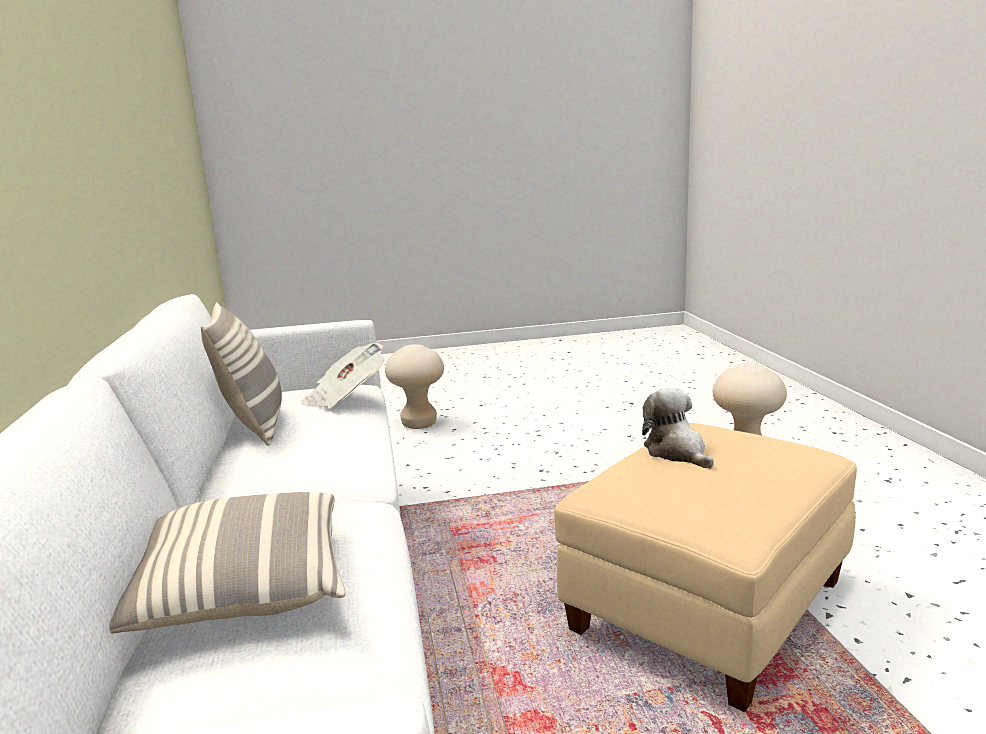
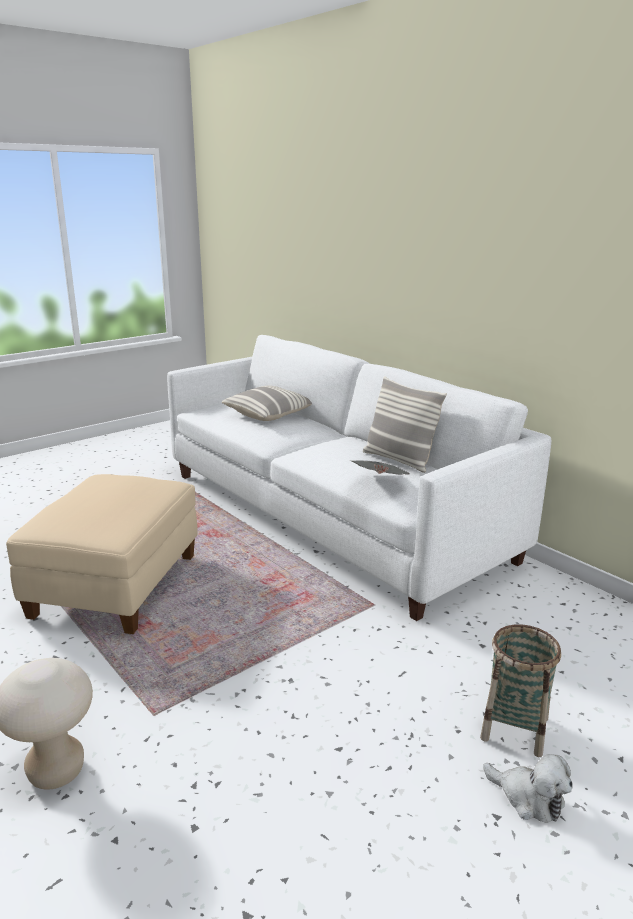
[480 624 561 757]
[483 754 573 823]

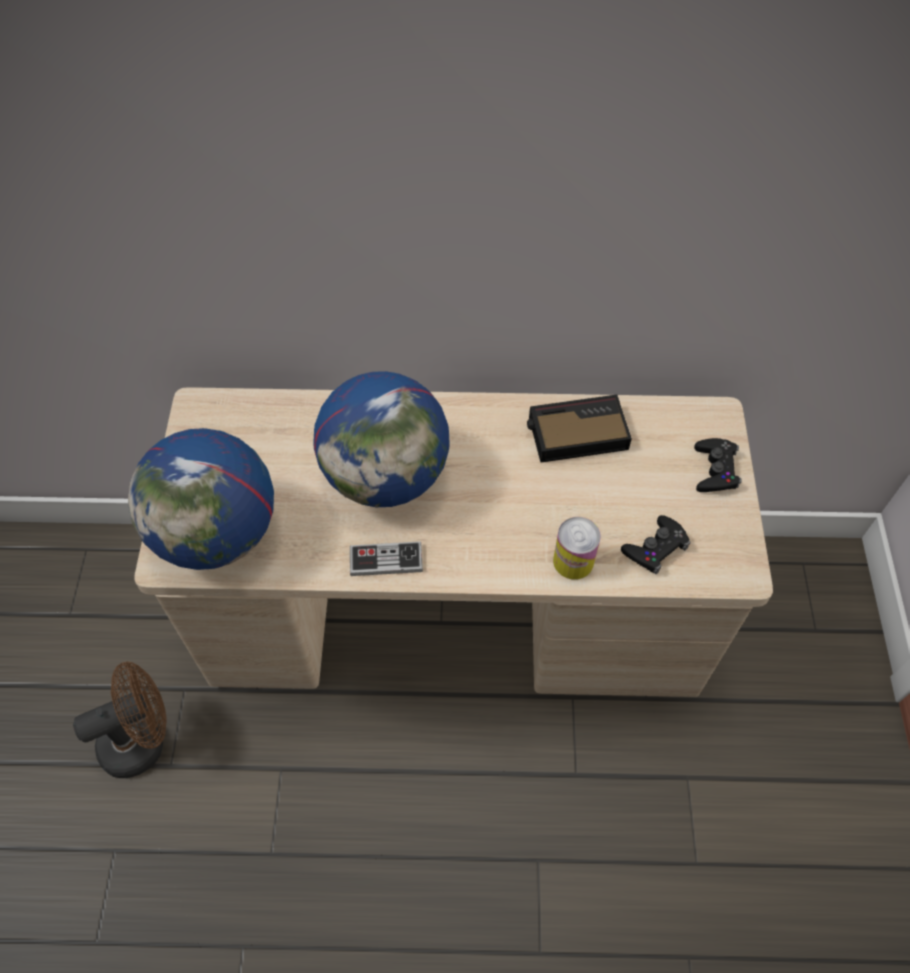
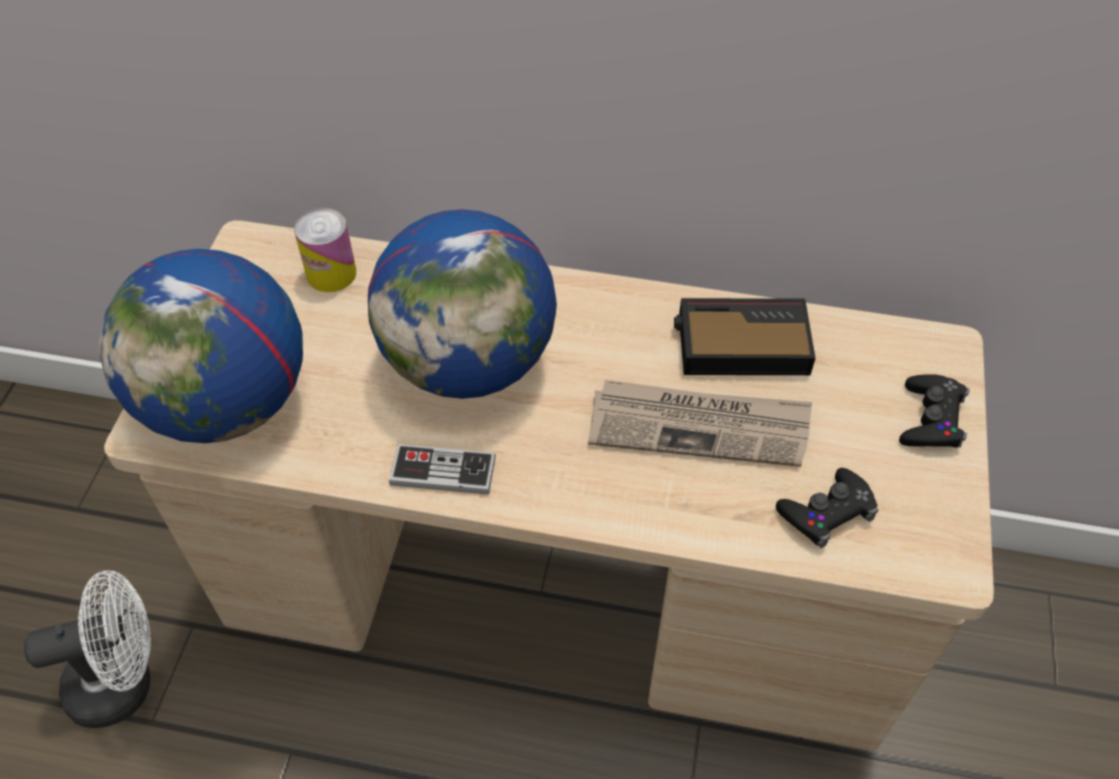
[24 571 151 728]
[294 208 356 292]
[588 380 812 467]

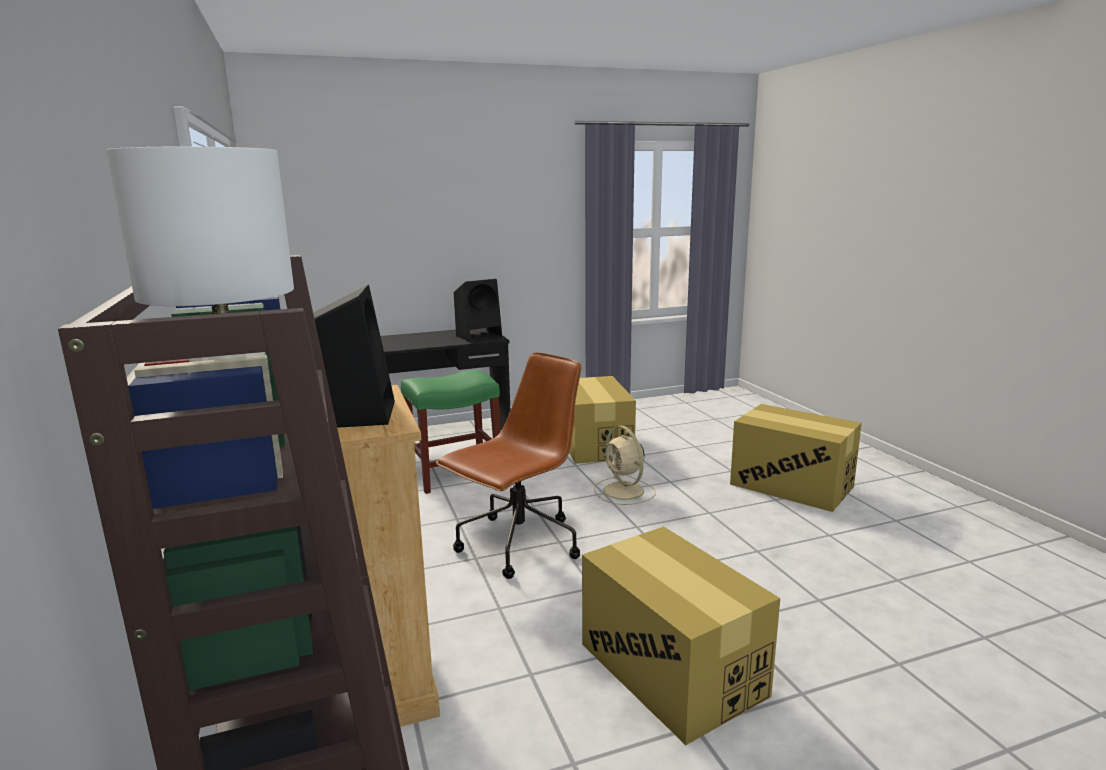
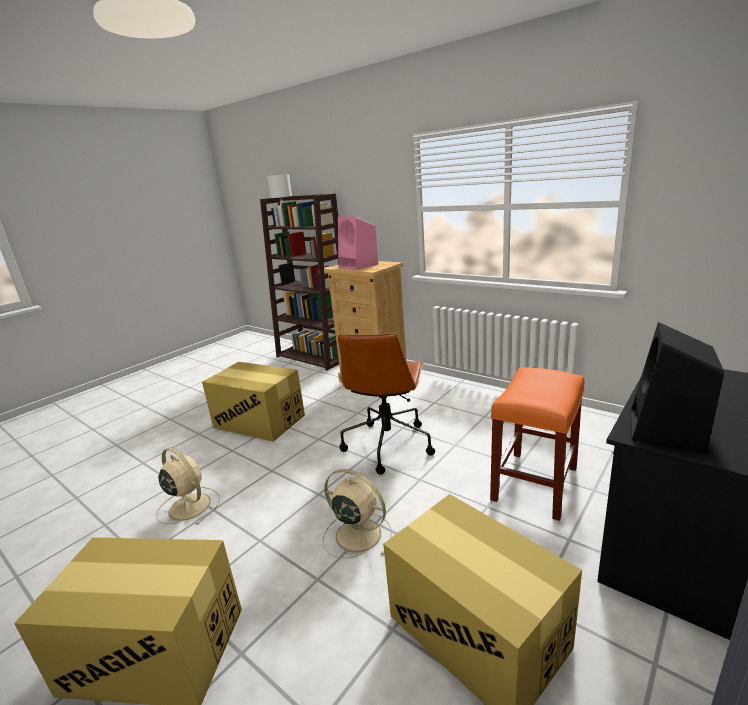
[338 216 378 270]
[490 367 585 521]
[156 447 220 525]

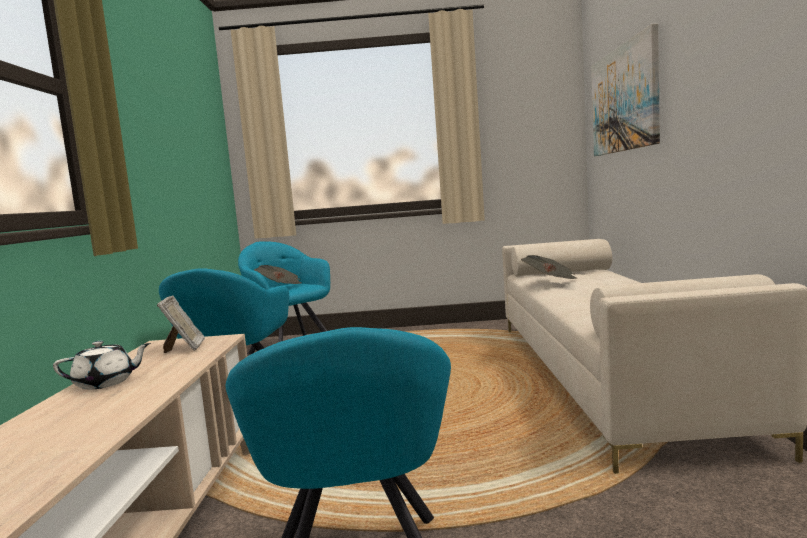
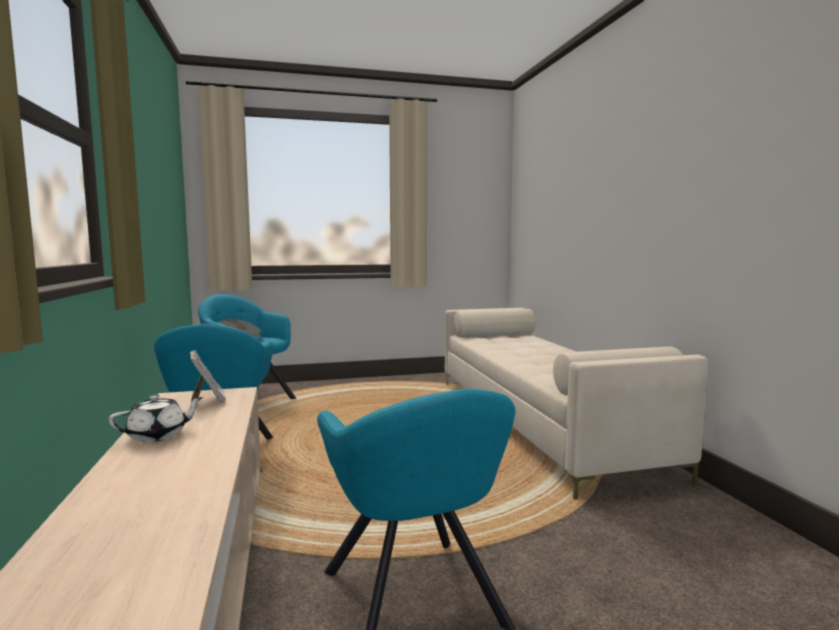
[521 255 577 279] (first image)
[591 23 660 156] (first image)

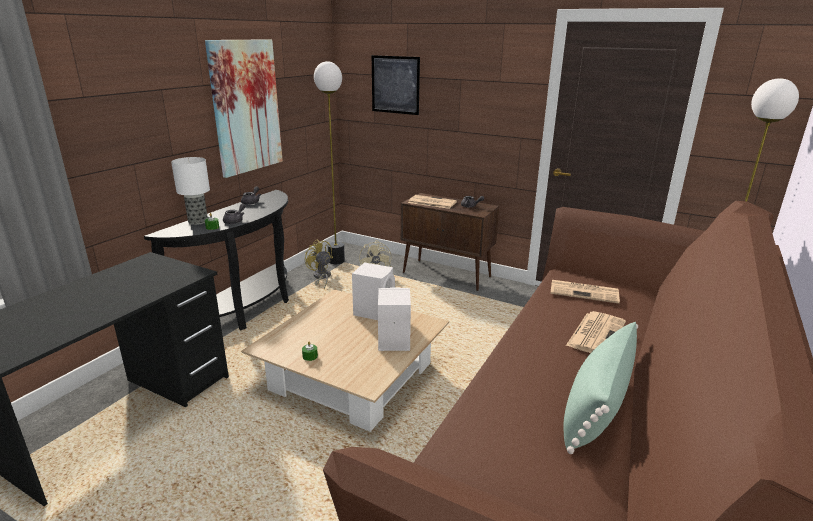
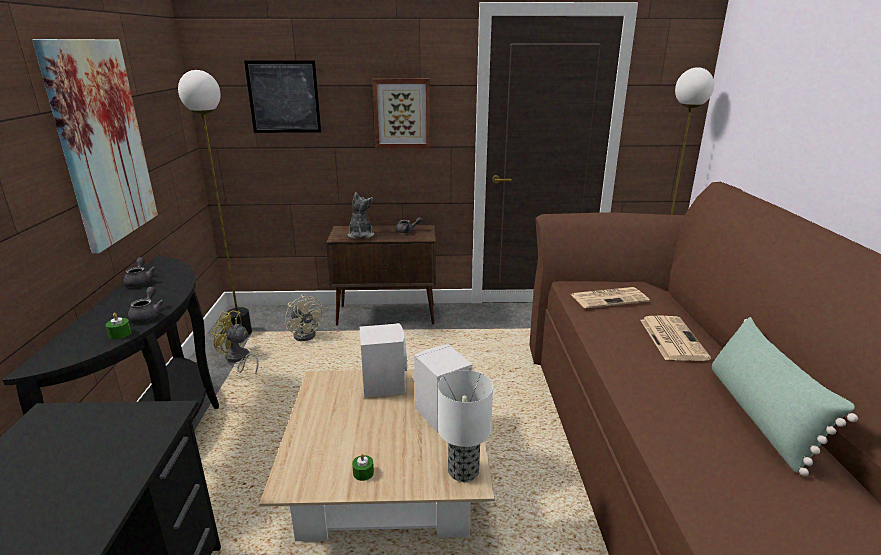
[438 370 493 482]
[347 192 374 238]
[372 79 430 148]

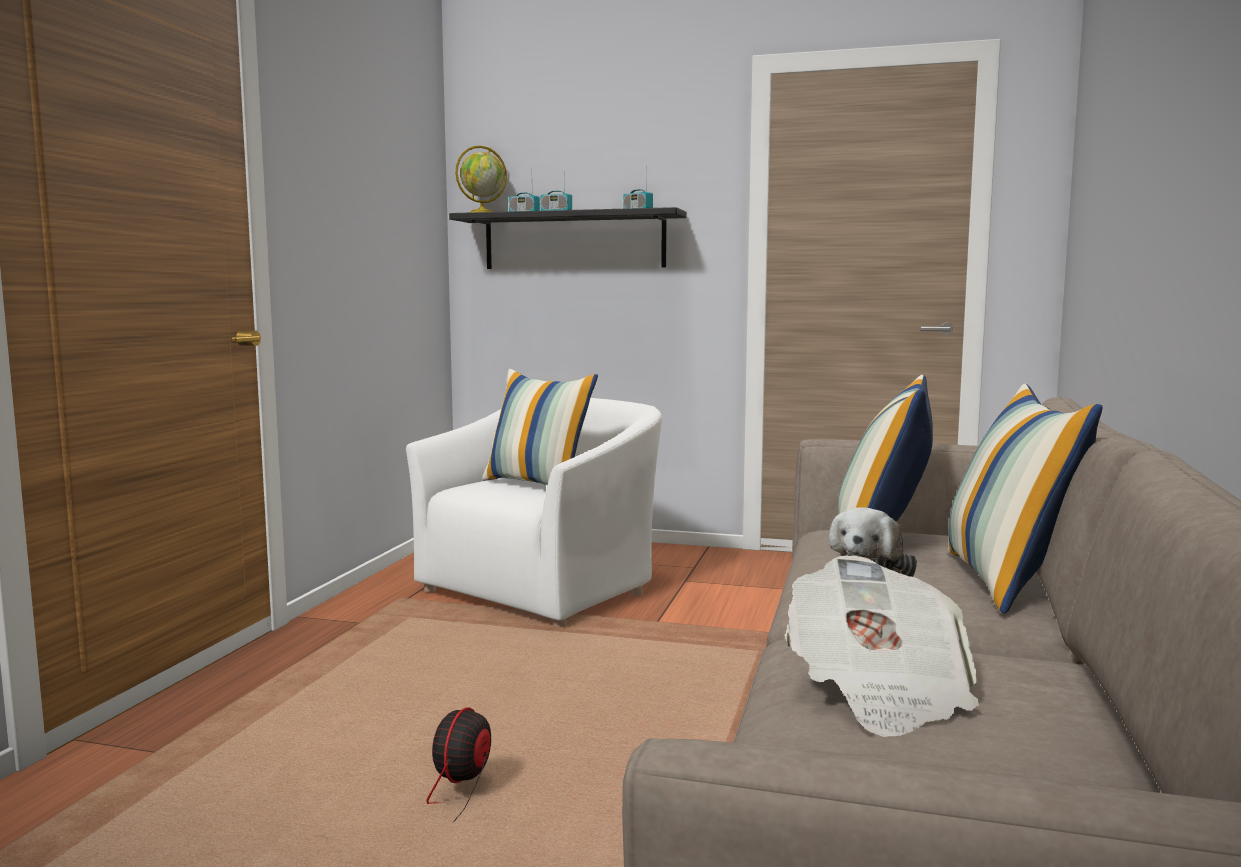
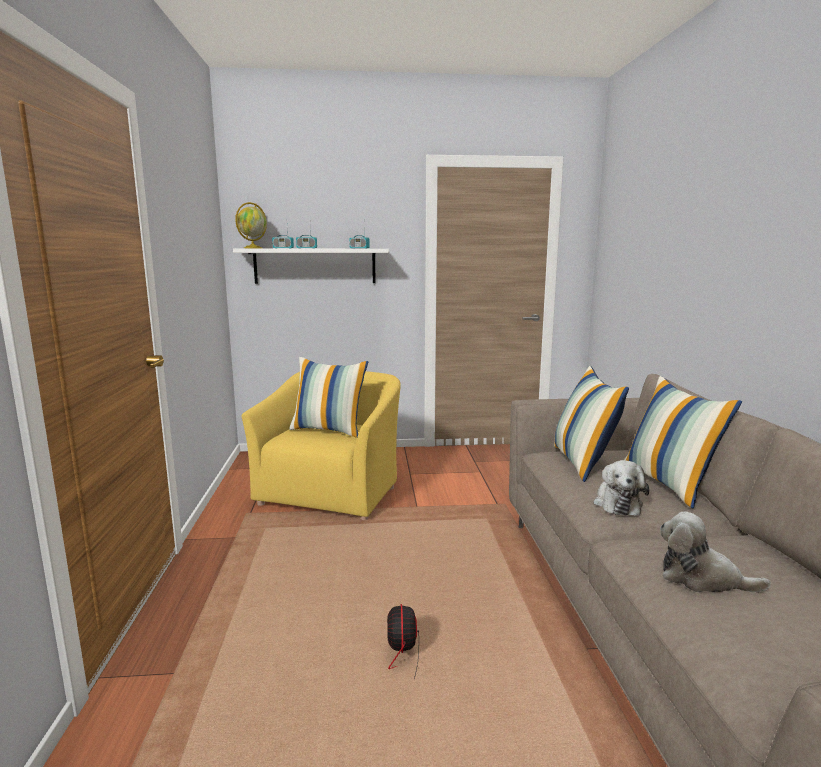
[241 371 401 520]
[233 249 389 284]
[660 512 771 592]

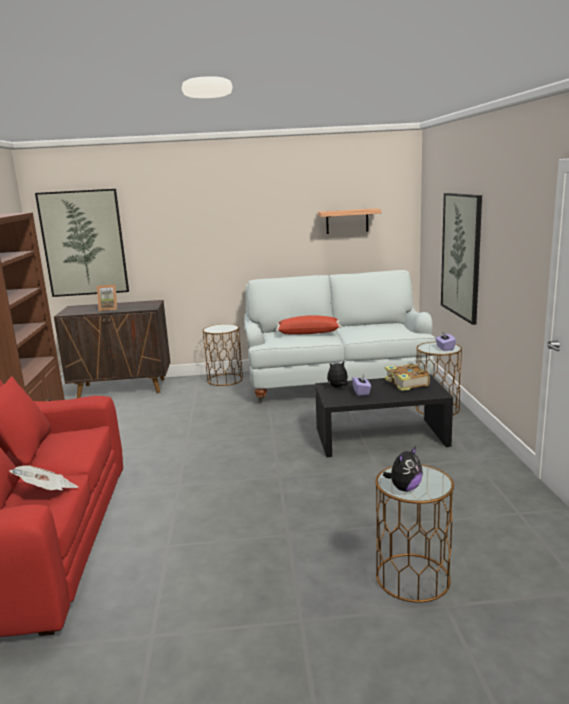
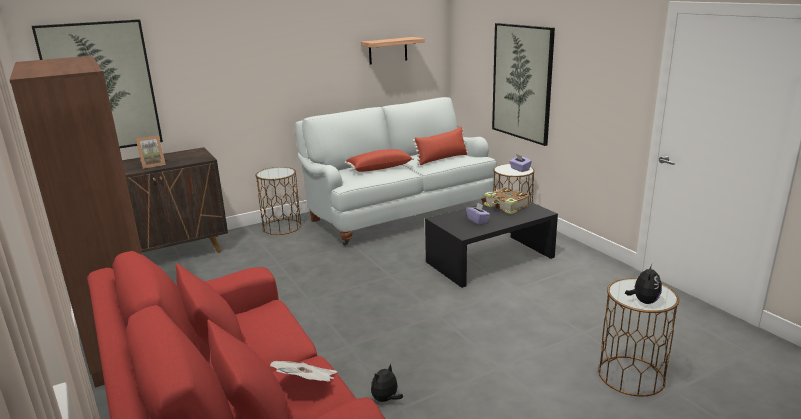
[371 364 403 402]
[412 127 468 165]

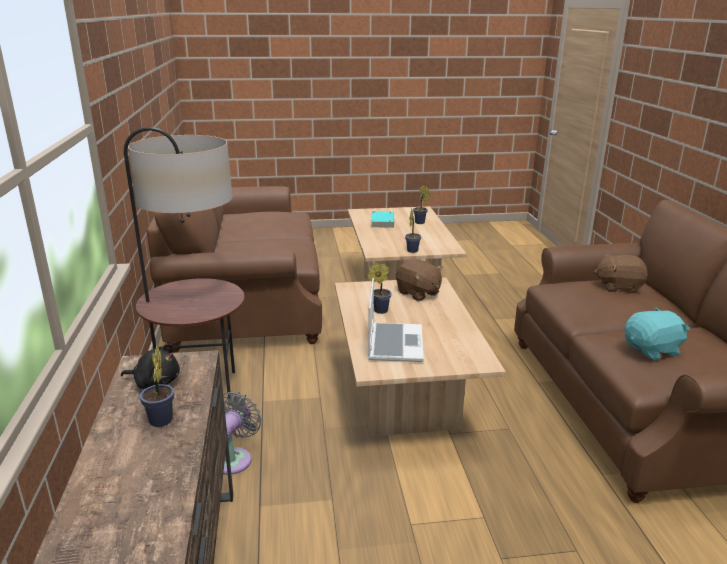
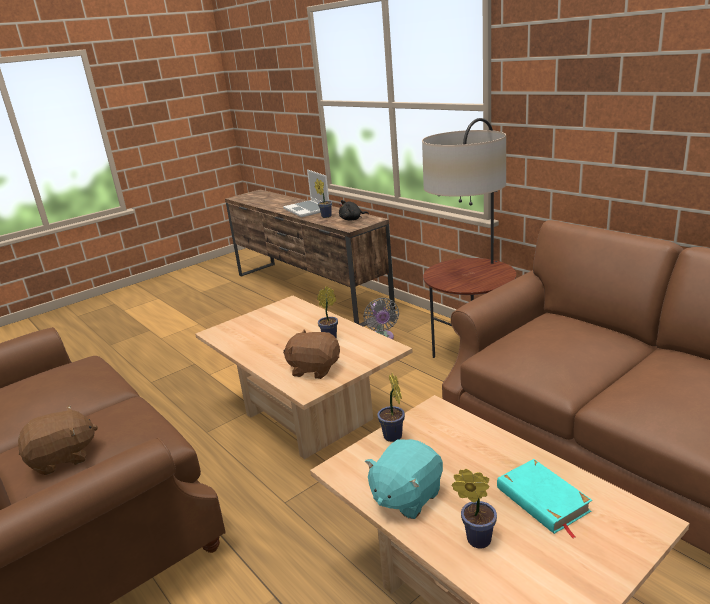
[283 169 329 217]
[365 439 443 519]

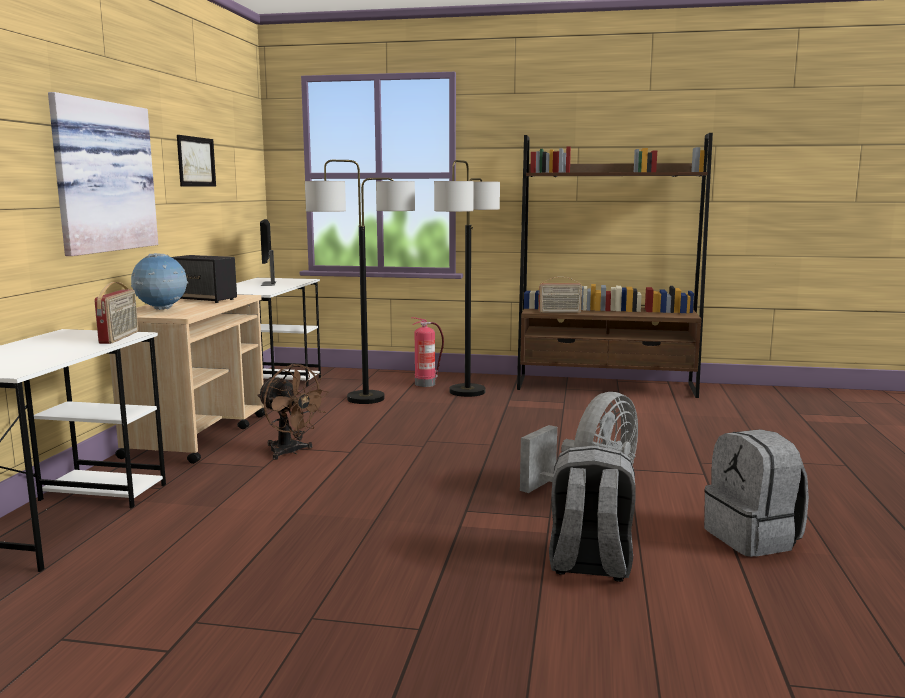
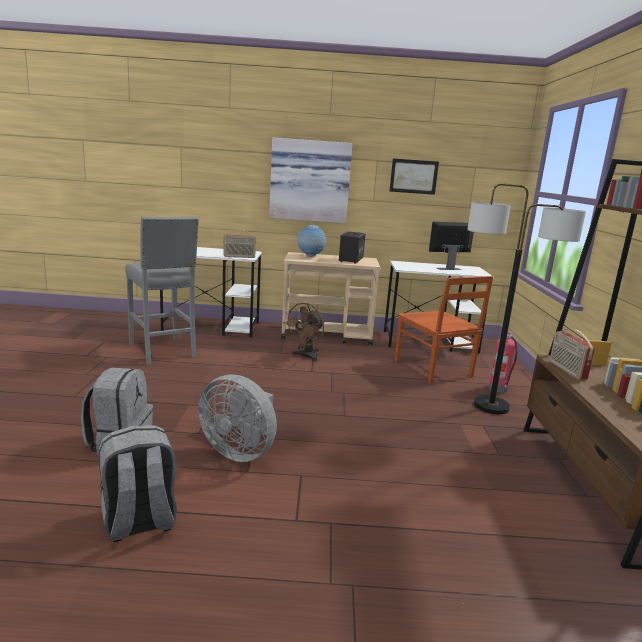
[395 276 493 384]
[125 217 199 364]

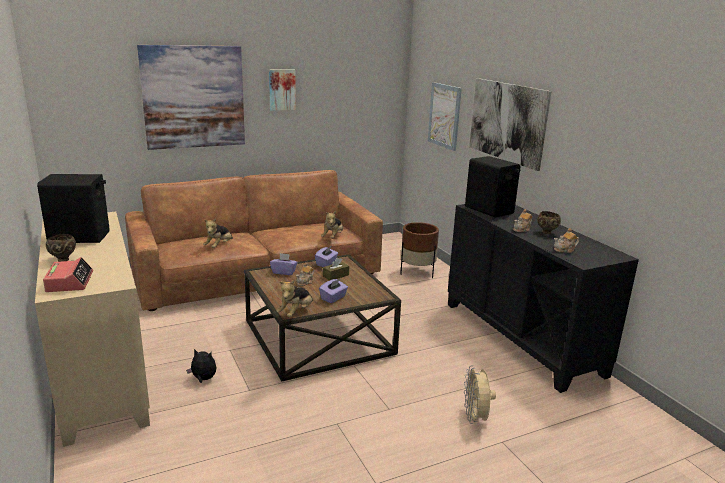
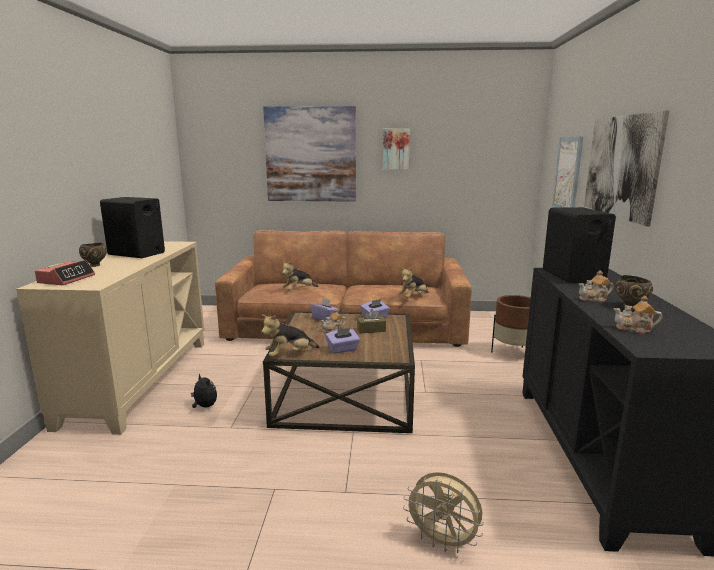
[403 472 484 553]

